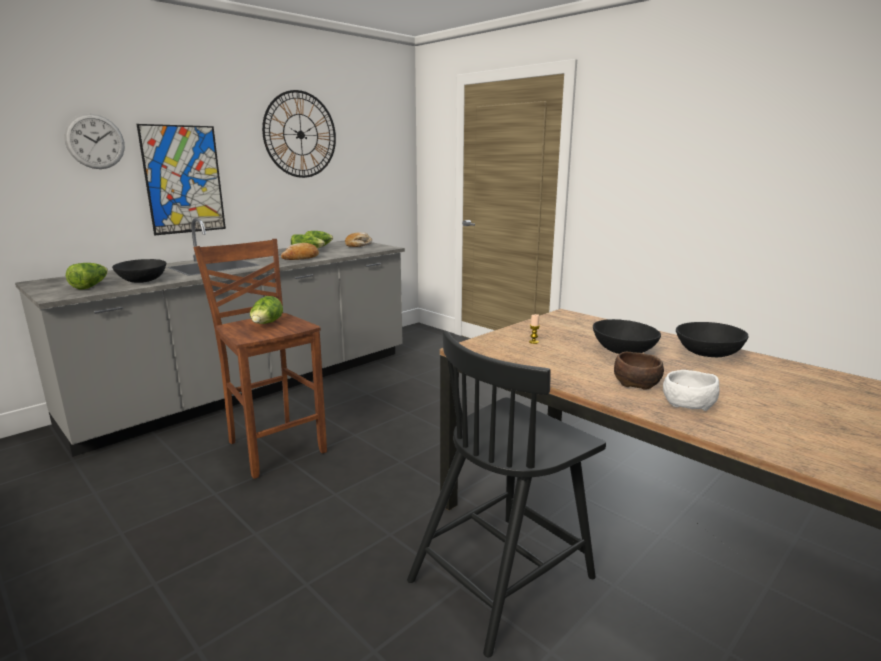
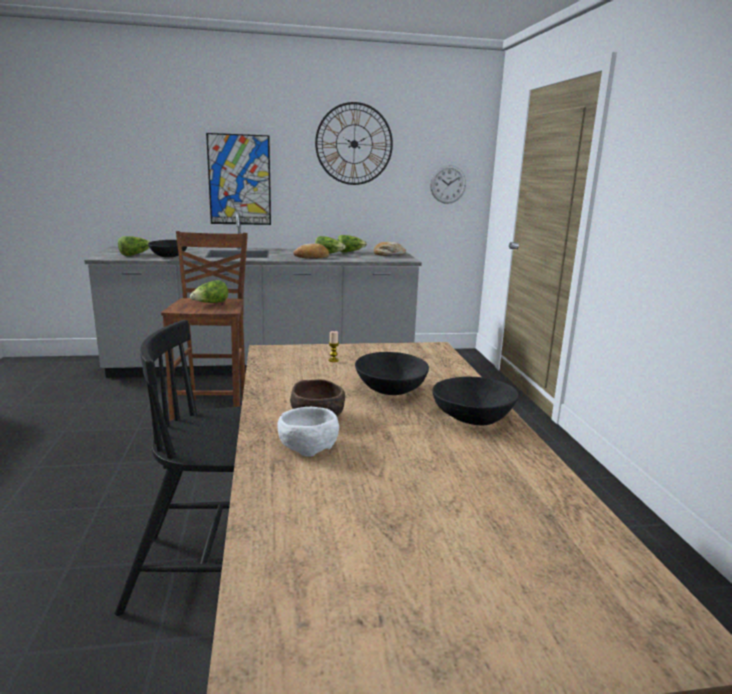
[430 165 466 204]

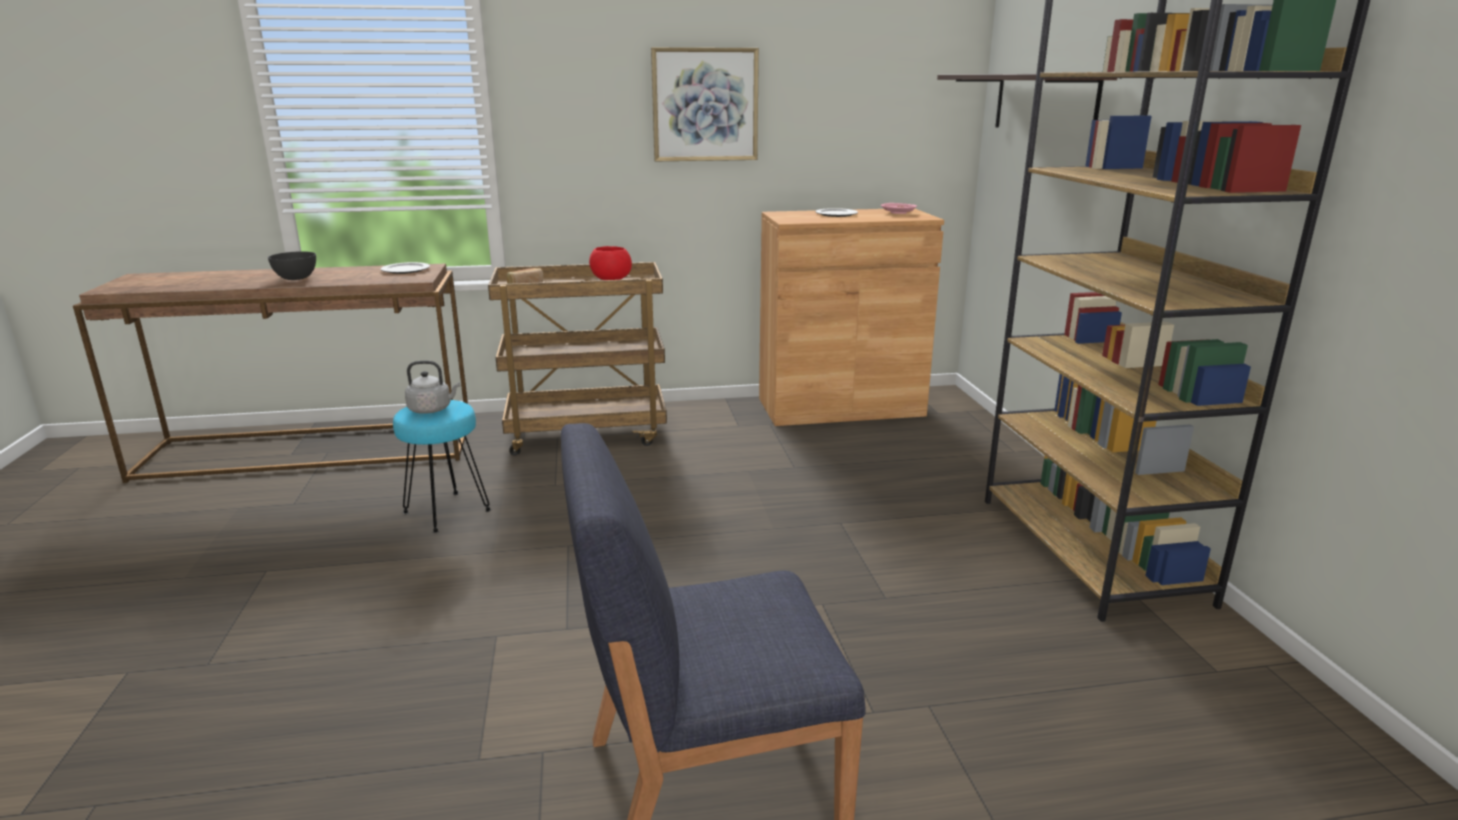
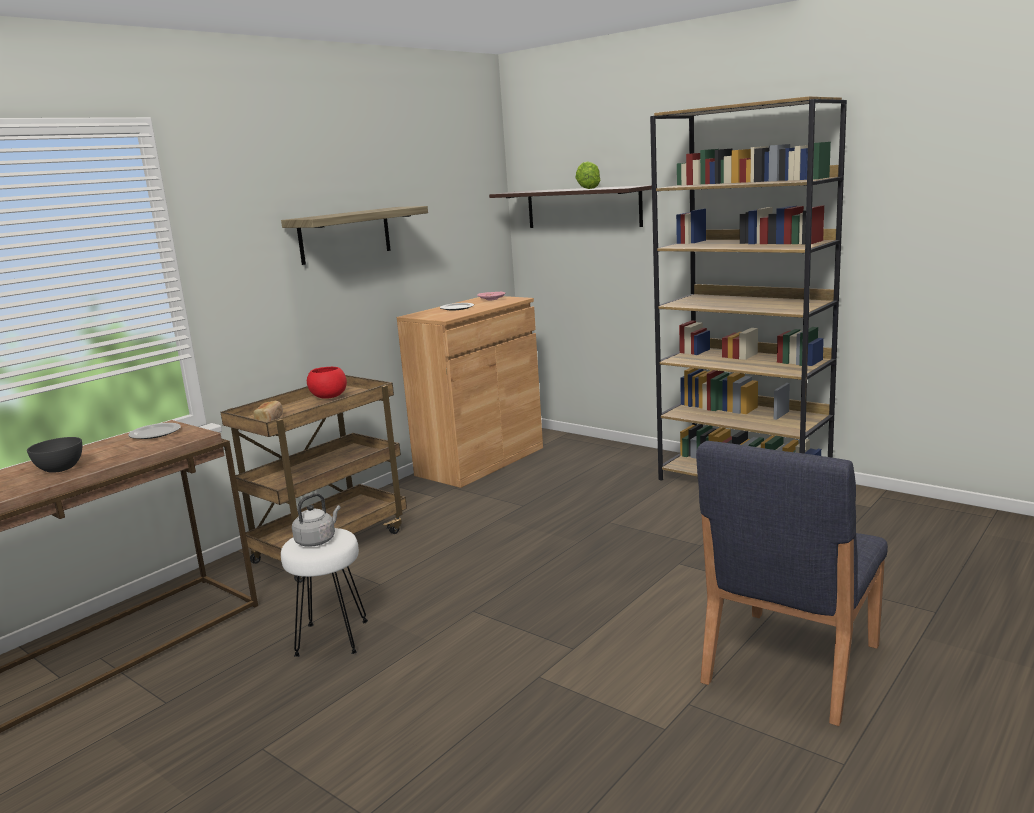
[281 528 368 657]
[281 206 428 265]
[575 161 601 189]

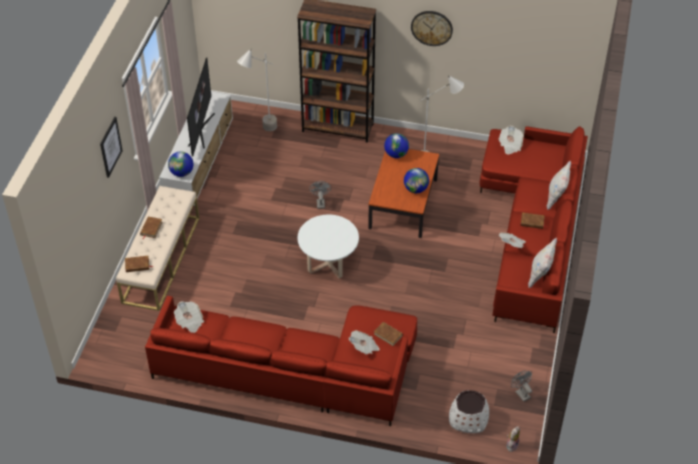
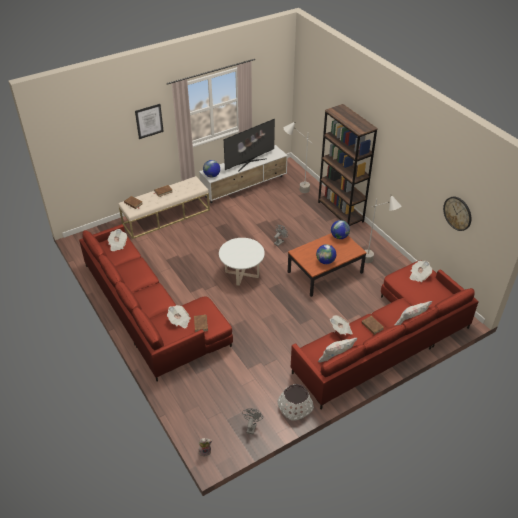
[443 197 471 231]
[278 384 314 421]

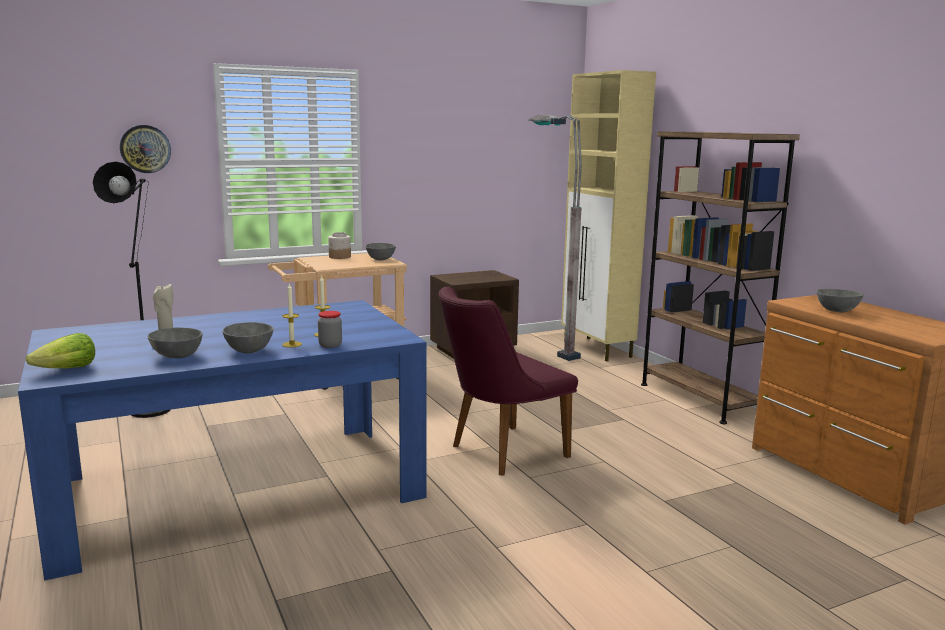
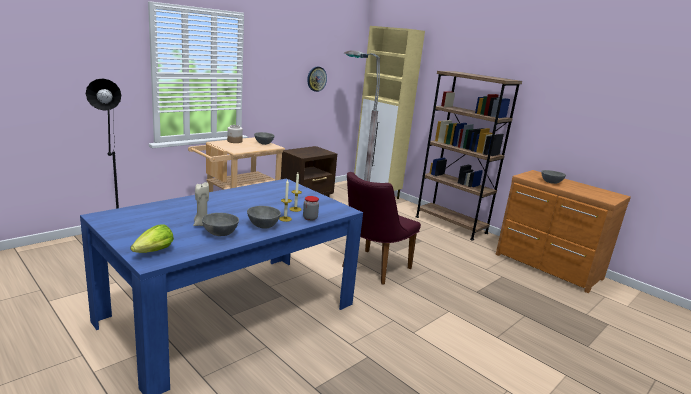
[307 67 327 92]

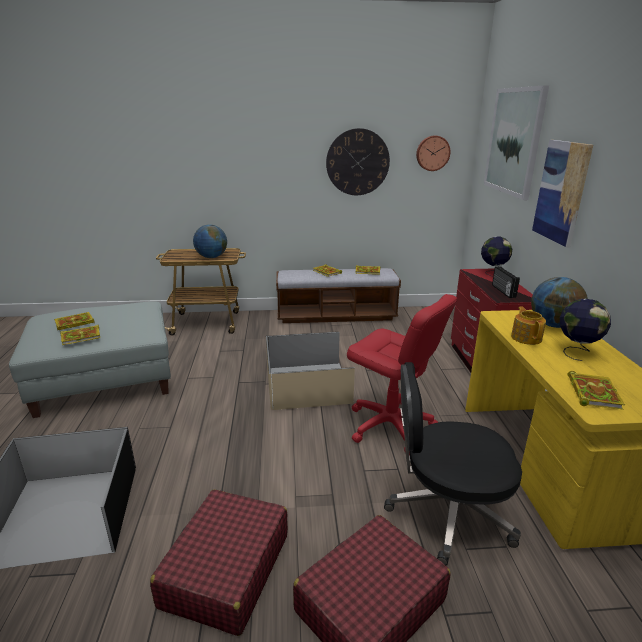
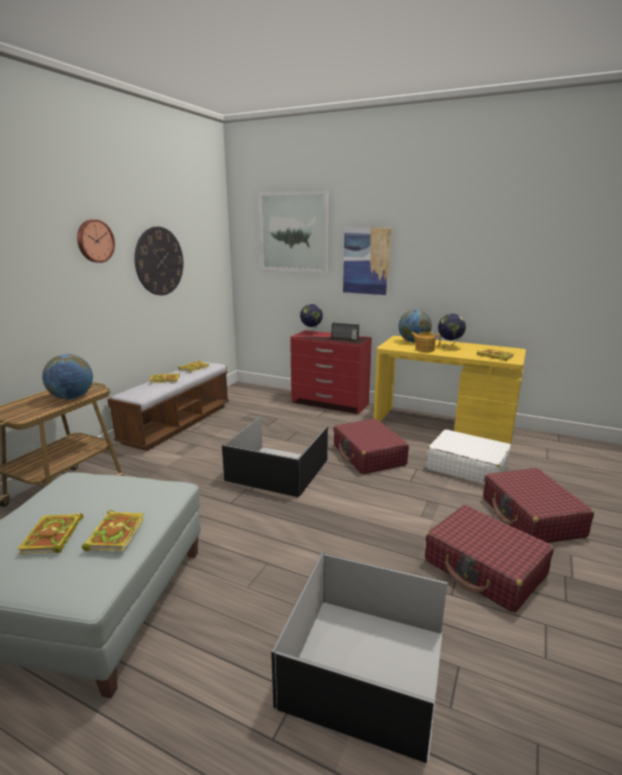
[222 416 328 497]
[333 419 409 474]
[426 429 511 485]
[77 219 115 263]

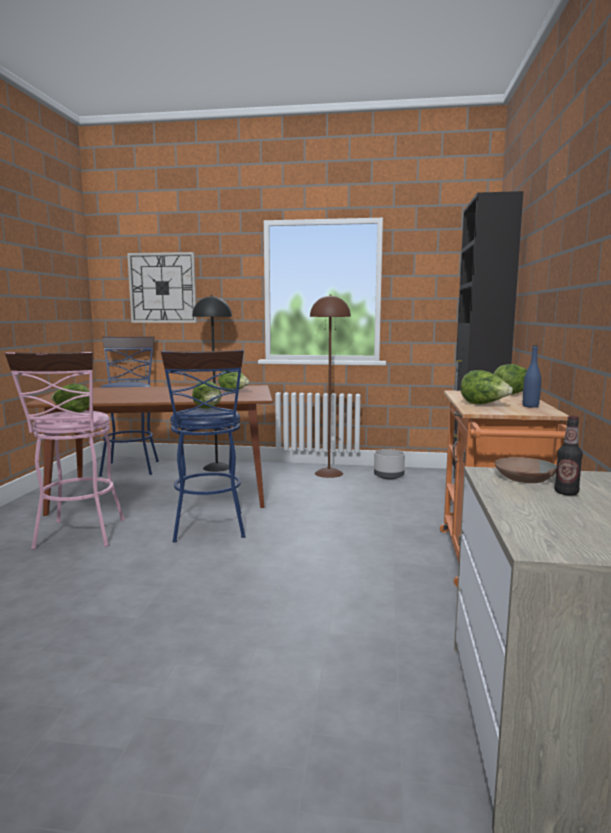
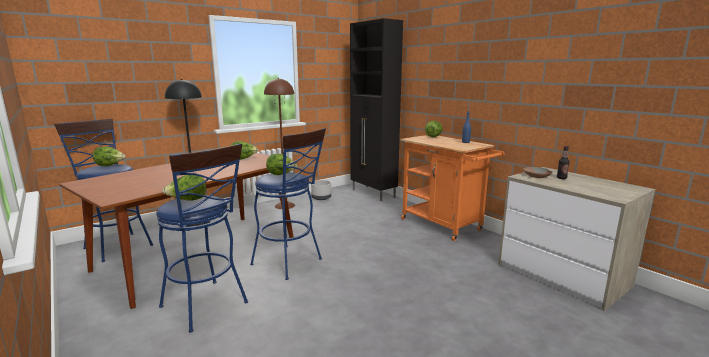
[156 143 248 332]
[127 252 197 323] (first image)
[93 147 126 166]

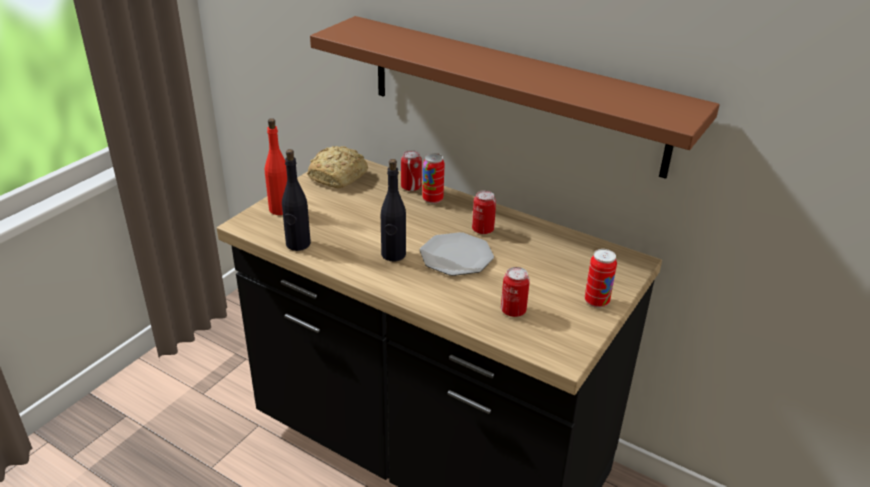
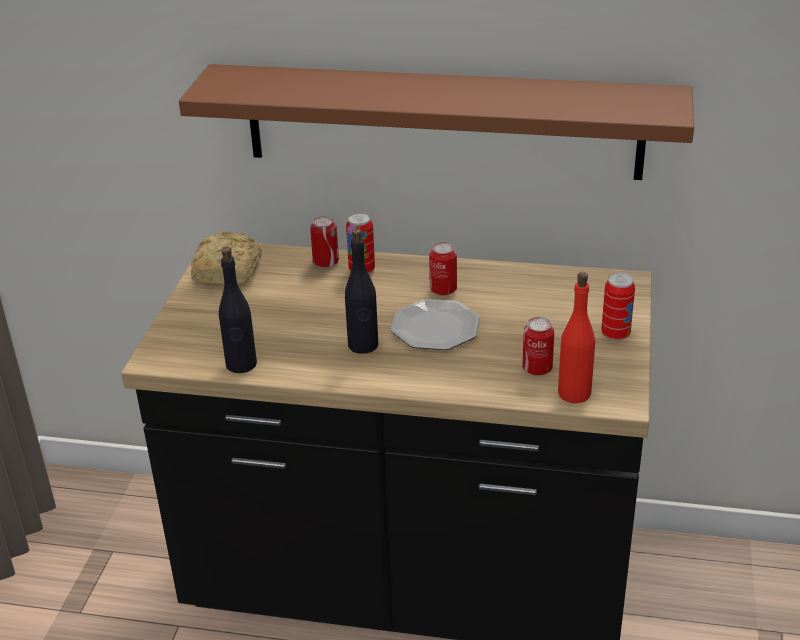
[558 272 595 403]

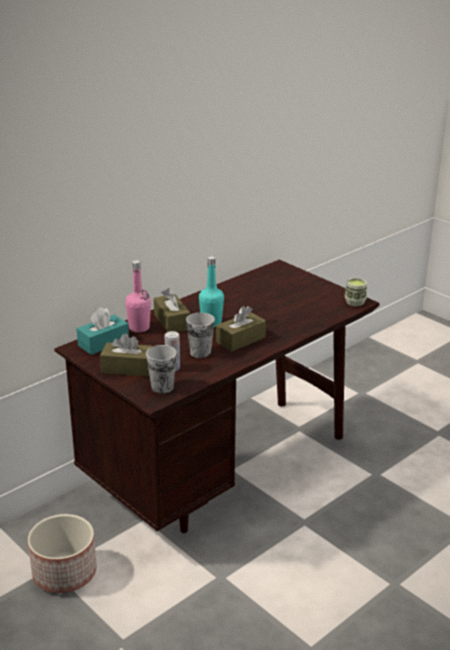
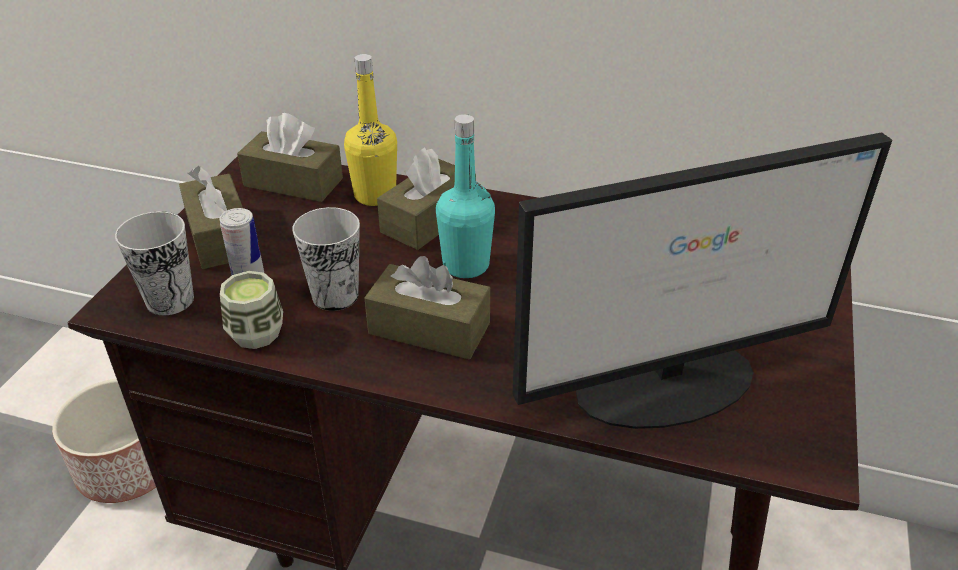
[237 113 343 202]
[344 54 397 206]
[220 271 283 349]
[513 132 892 429]

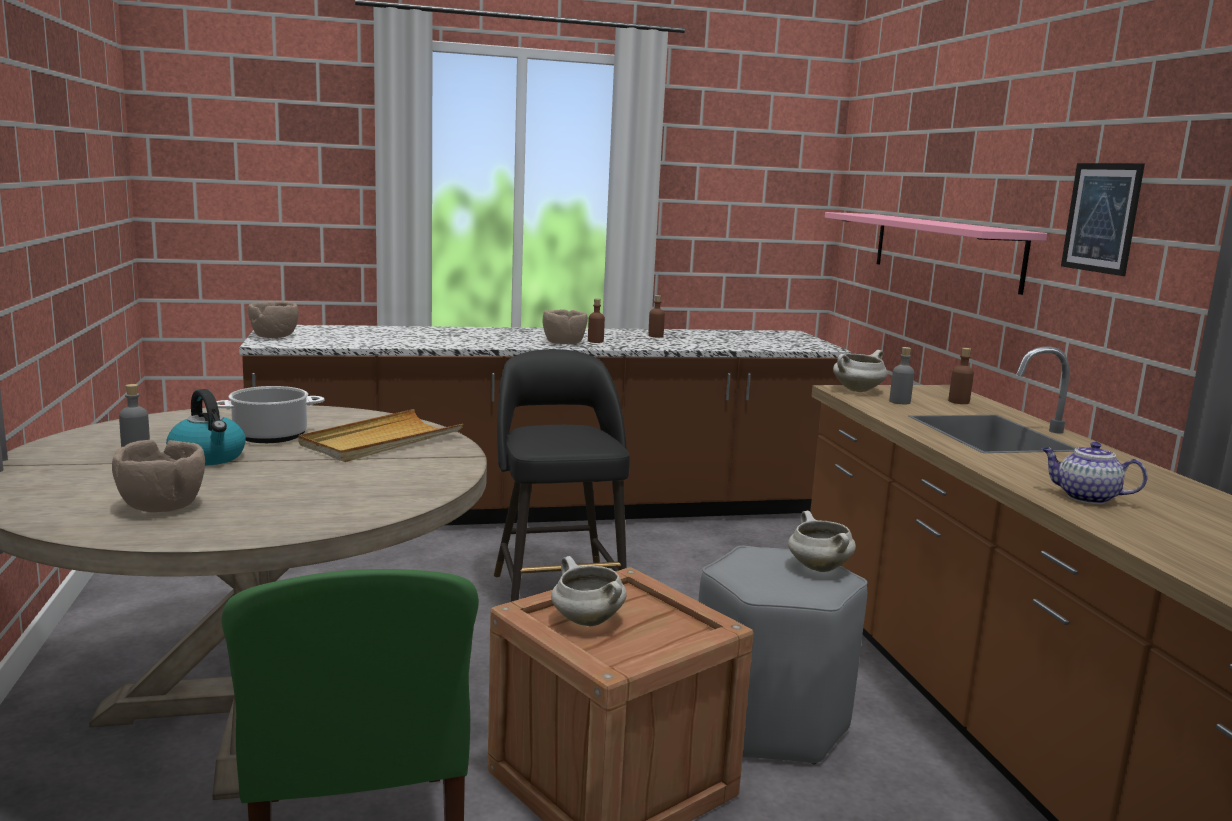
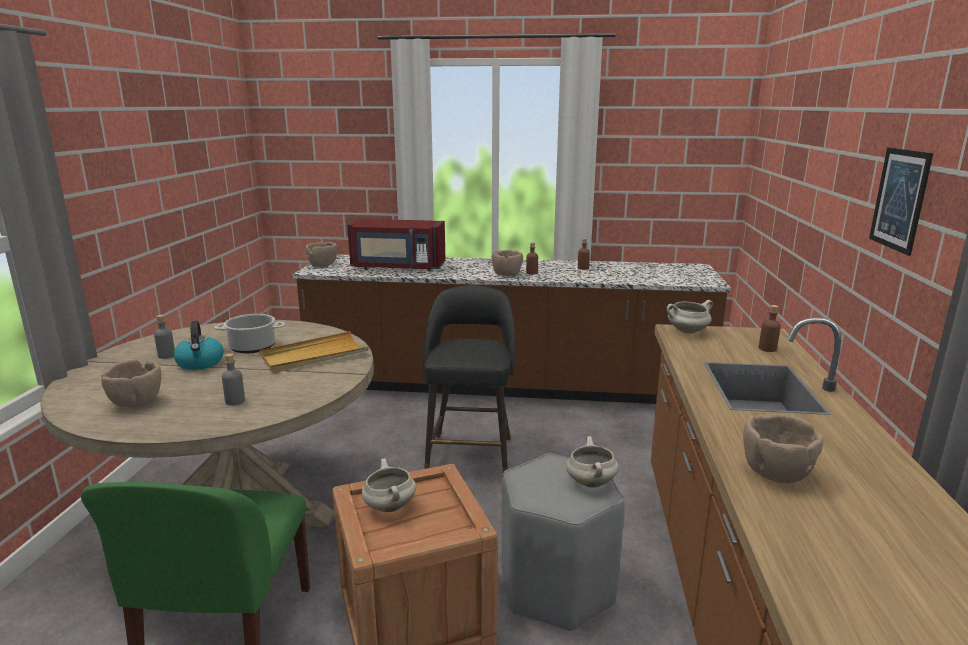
[825 212 1047 295] (first image)
[222 353 245 405]
[743 414 823 483]
[347 219 446 271]

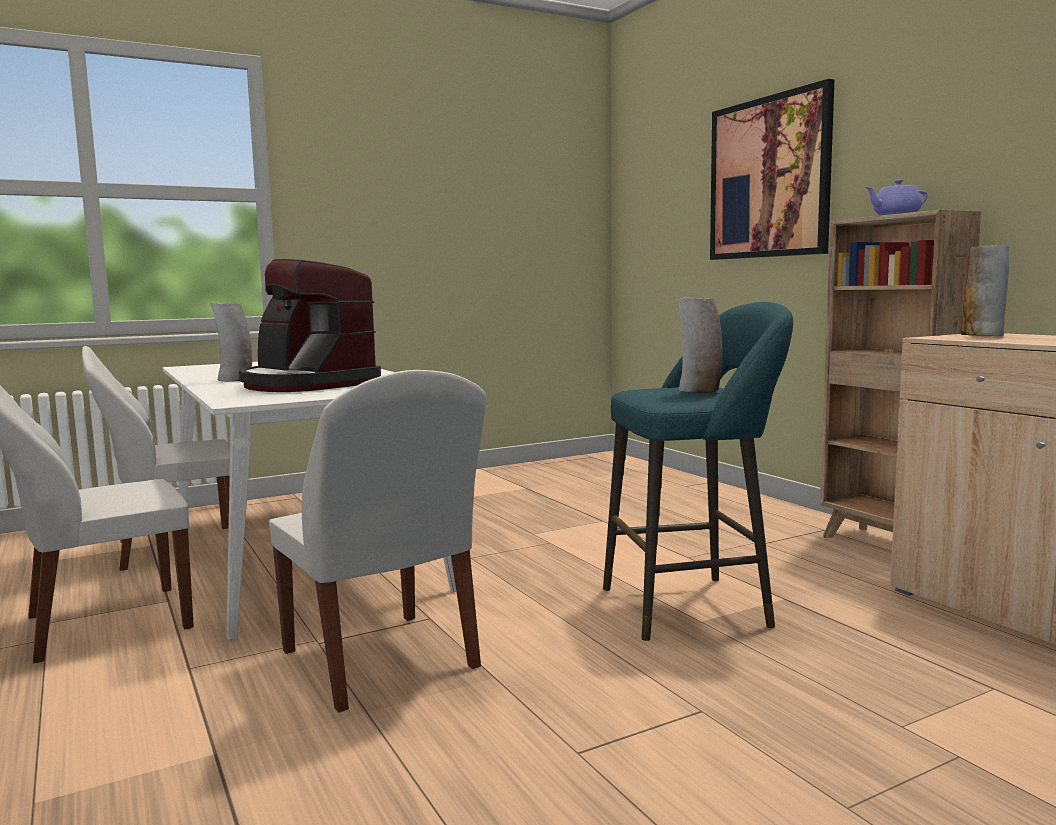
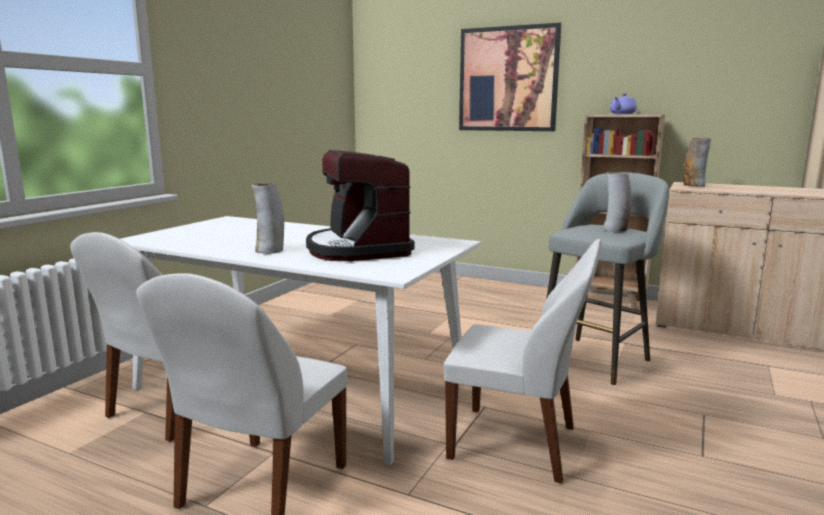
[306 150 415 261]
[546 172 669 385]

